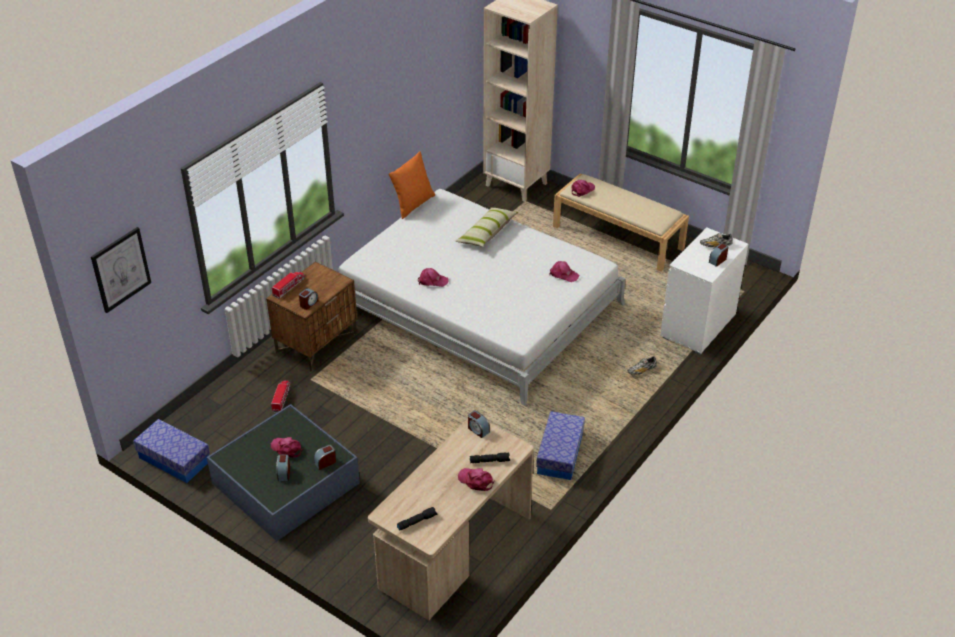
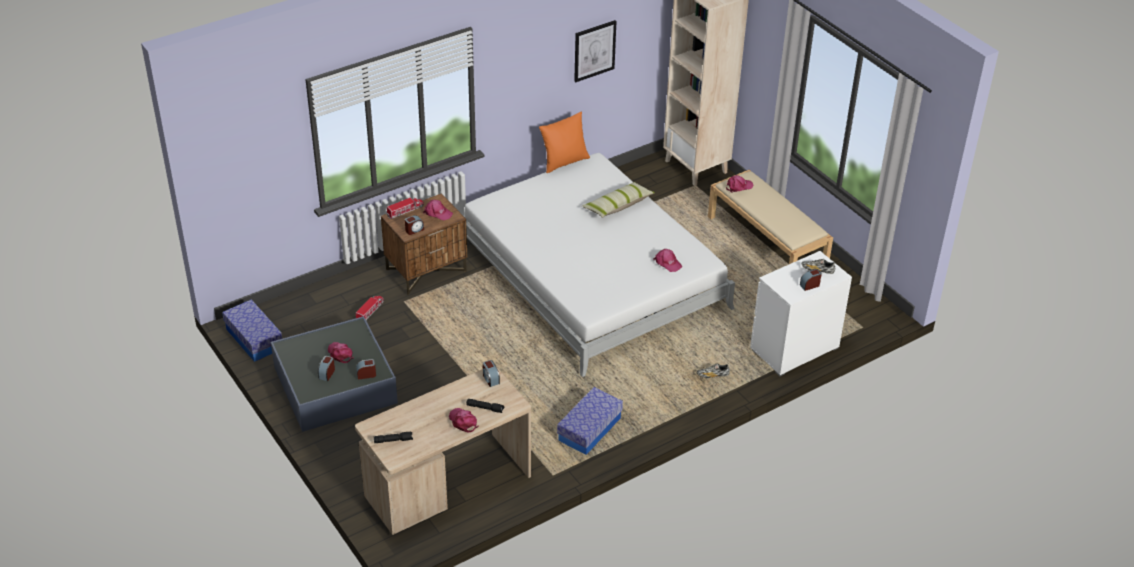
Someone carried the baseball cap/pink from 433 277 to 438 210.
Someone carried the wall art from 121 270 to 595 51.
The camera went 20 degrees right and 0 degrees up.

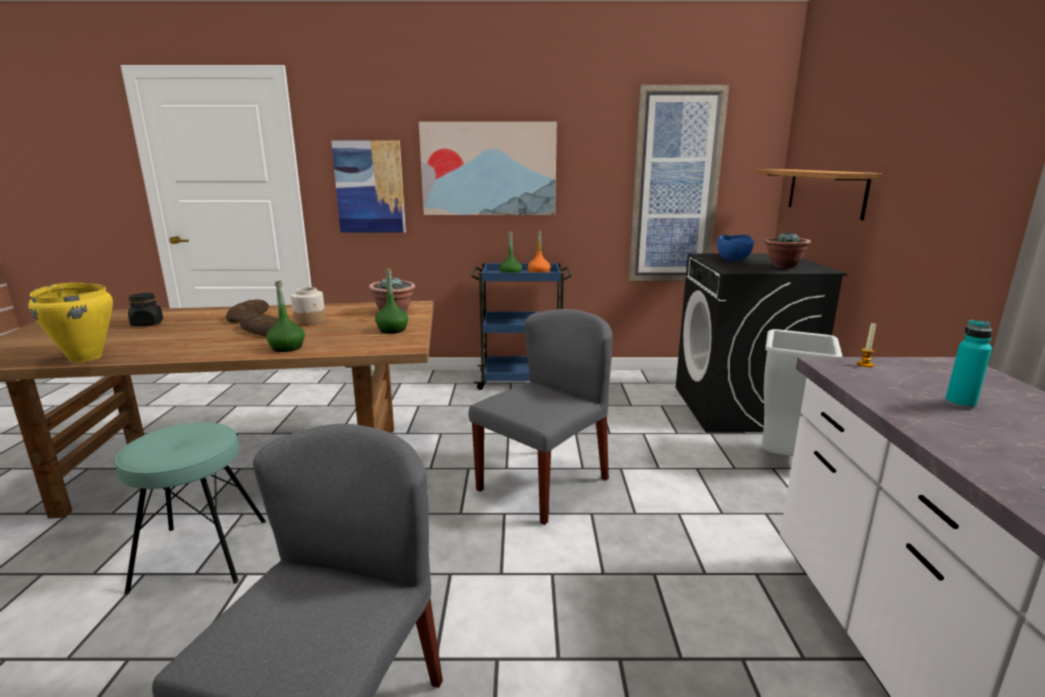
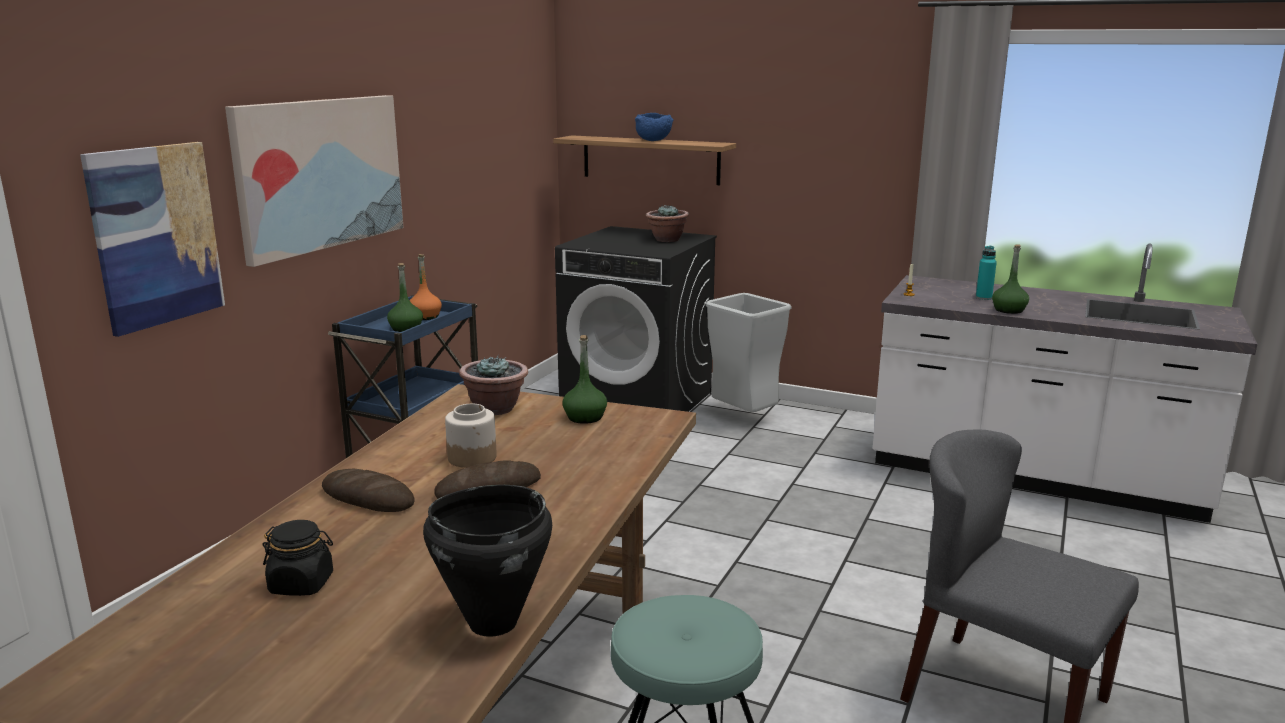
Someone repainted the stockpot/yellow-coloured at 70 322, which became the stockpot/black at 487 561.
Someone carried the deep dish/bluish from 735 247 to 654 127.
Someone carried the beverage bottle/greenish from 285 316 to 1010 279.
Someone took away the upright chair/grey at 541 417.
Someone took away the wall art at 678 183.
The camera went 65 degrees left and 0 degrees up.

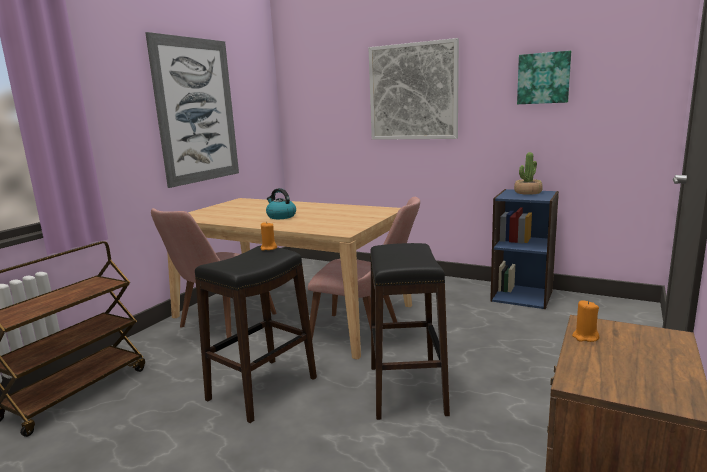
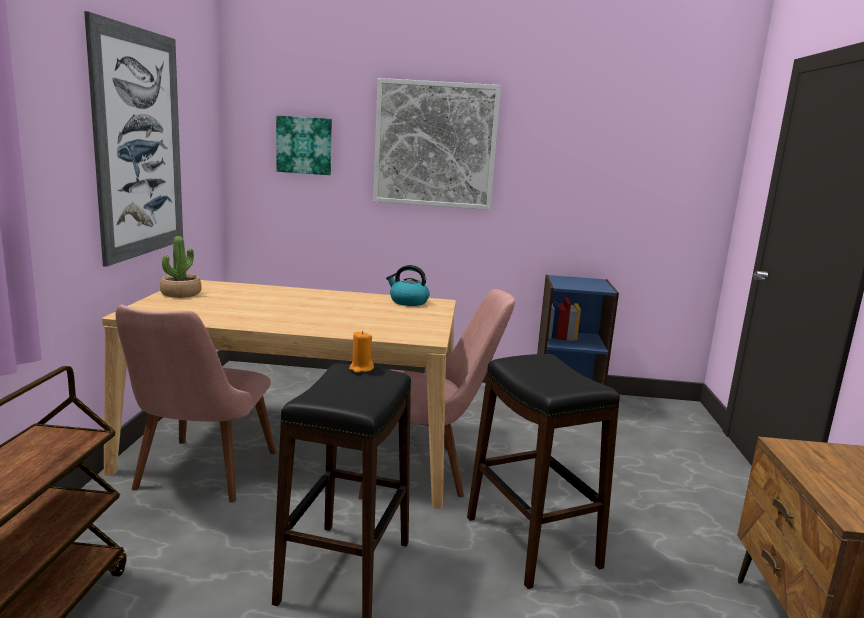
Someone carried the plant in a pot from 528 173 to 181 267.
Someone carried the wall art from 544 77 to 304 145.
Someone carried the water kettle from 281 203 to 408 285.
Someone took away the candle/orange-coloured at 585 321.
The camera went 25 degrees left and 0 degrees up.

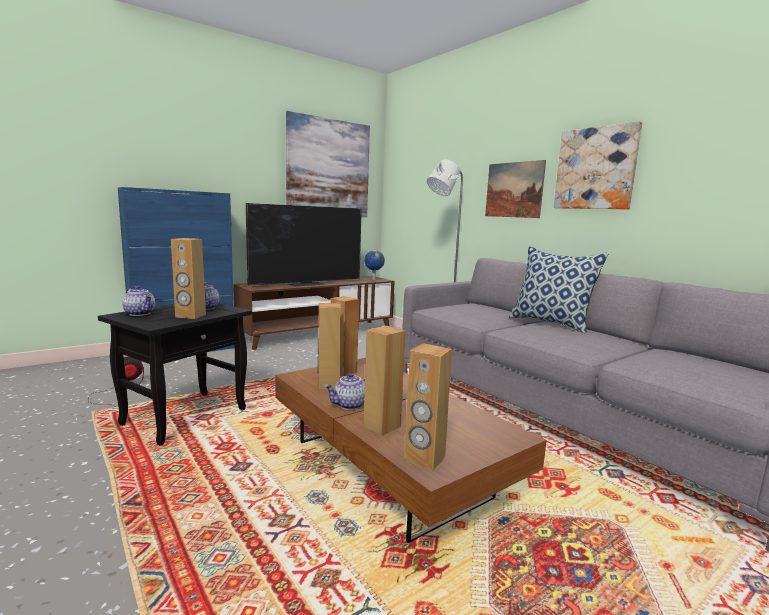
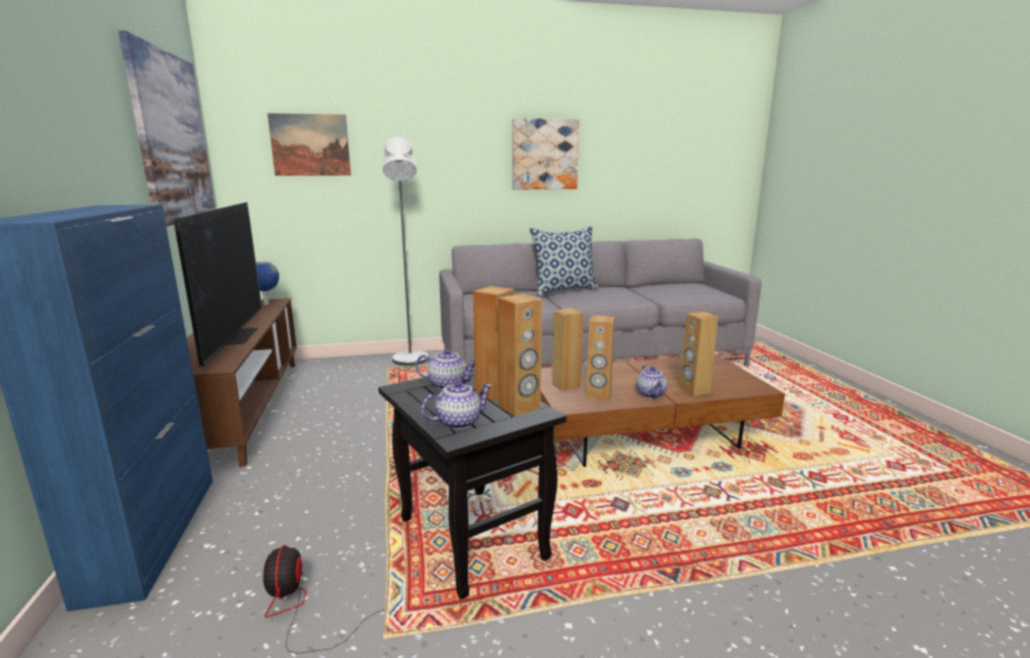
Someone carried the wall art from 515 189 to 309 144.
Someone carried the audio speaker/brown from 428 406 to 520 355.
The camera went 65 degrees left and 5 degrees up.

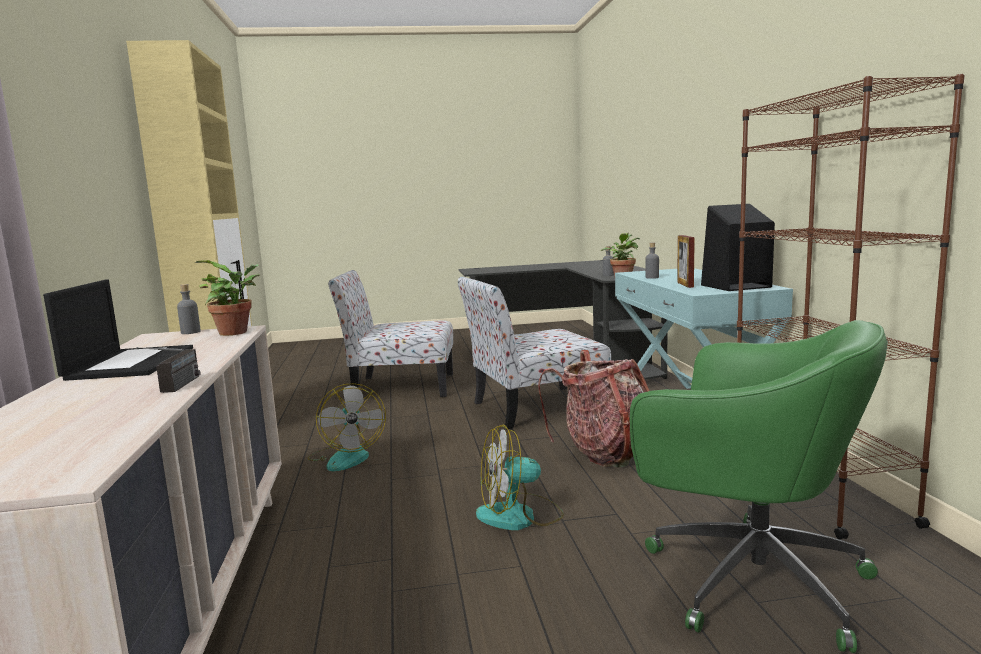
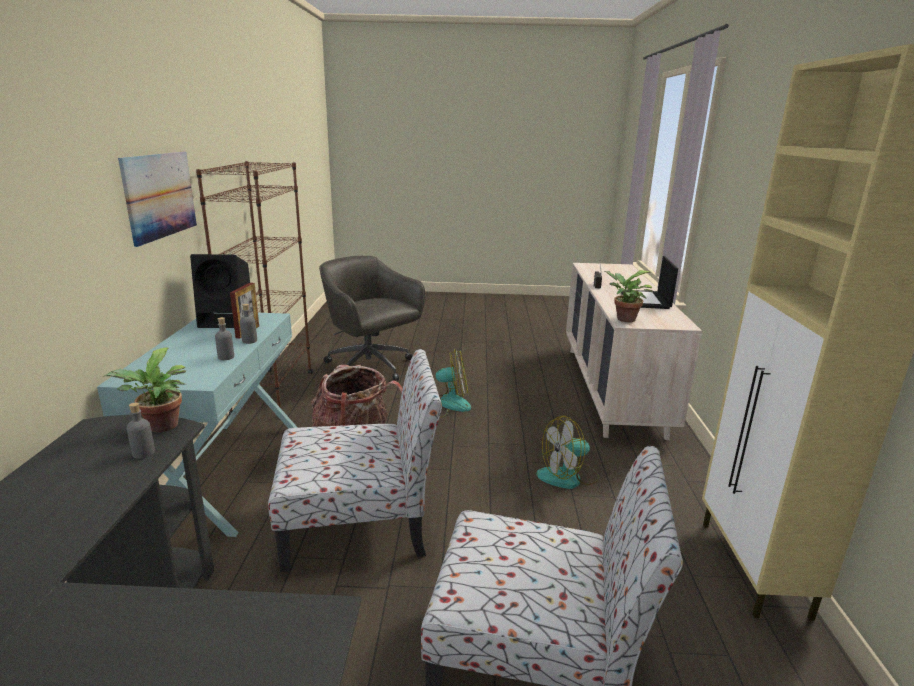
Someone put up the wall art at 157 199.
Someone carried the beverage bottle/grey from 189 309 to 248 324.
Someone repainted the office chair/greenish at 759 486, which became the office chair/grey at 372 318.
Someone rotated the electric fan at 346 427 by 105 degrees counterclockwise.
The camera went 170 degrees left and 10 degrees up.

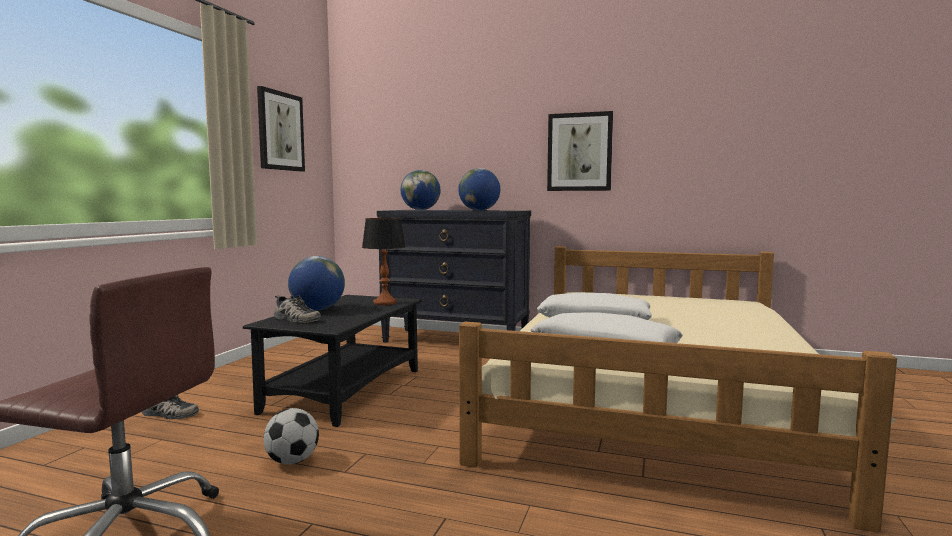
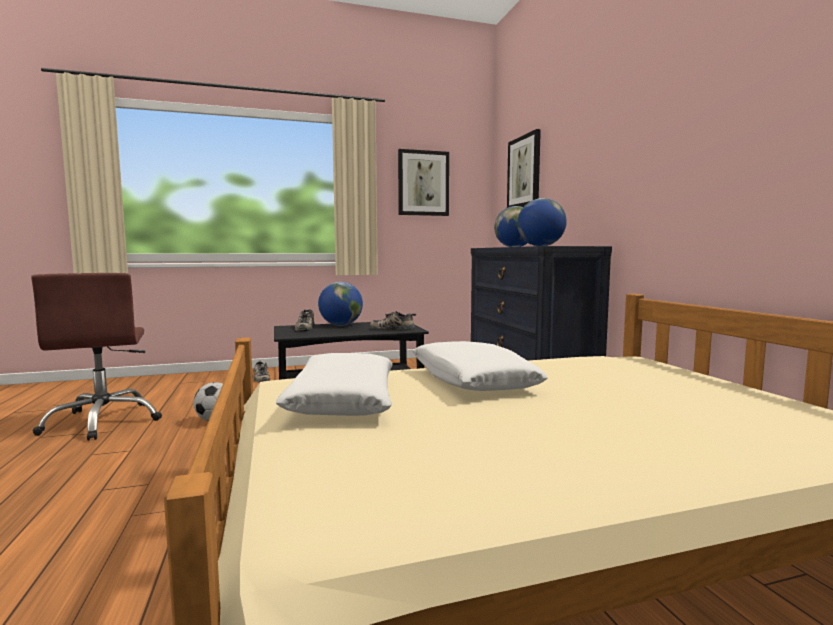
Someone swapped the tabletop lamp at 384 261 for the item of footwear at 393 321.
Someone carried the wall art from 580 151 to 524 168.
The camera went 55 degrees right and 0 degrees up.

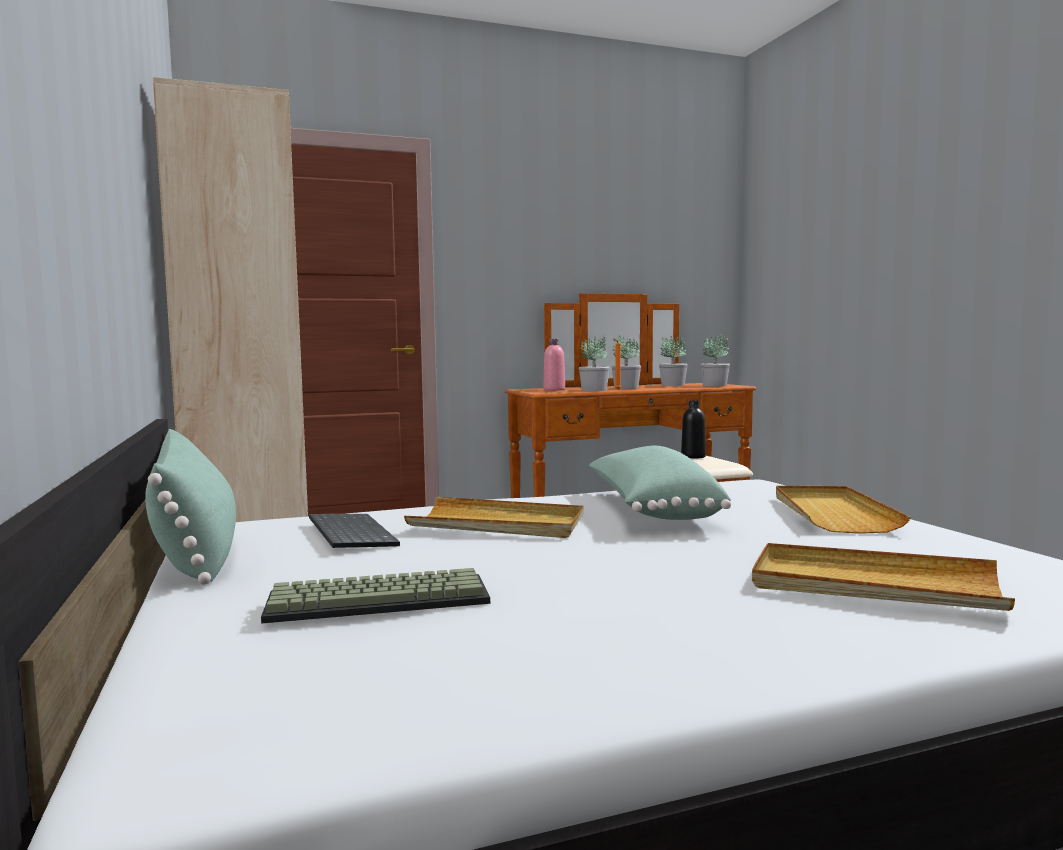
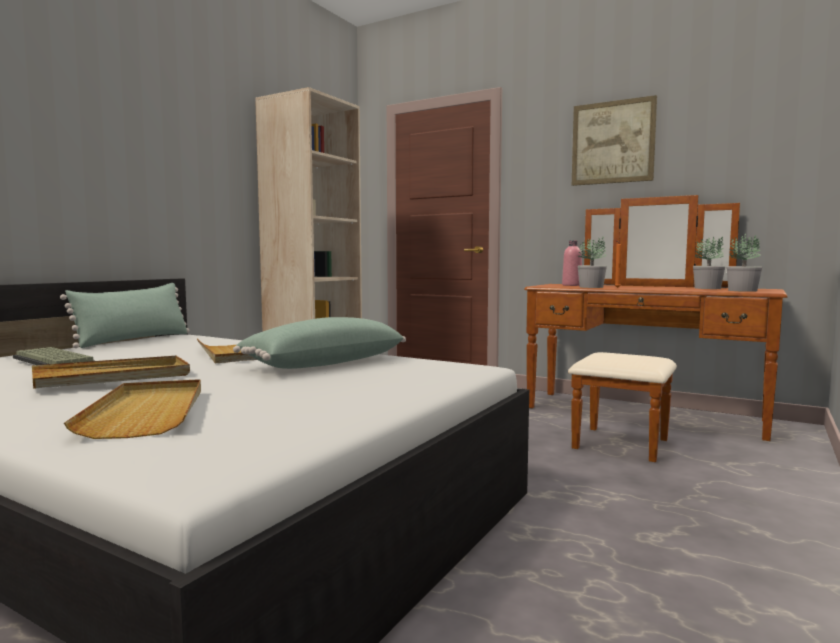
Someone carried the carrying tray/sand-coloured from 843 510 to 111 372.
Someone put up the wall art at 614 140.
Someone took away the computer keyboard at 354 531.
Someone took away the plant in a pot at 626 362.
Someone took away the beverage bottle/black at 693 430.
The camera went 50 degrees right and 0 degrees up.

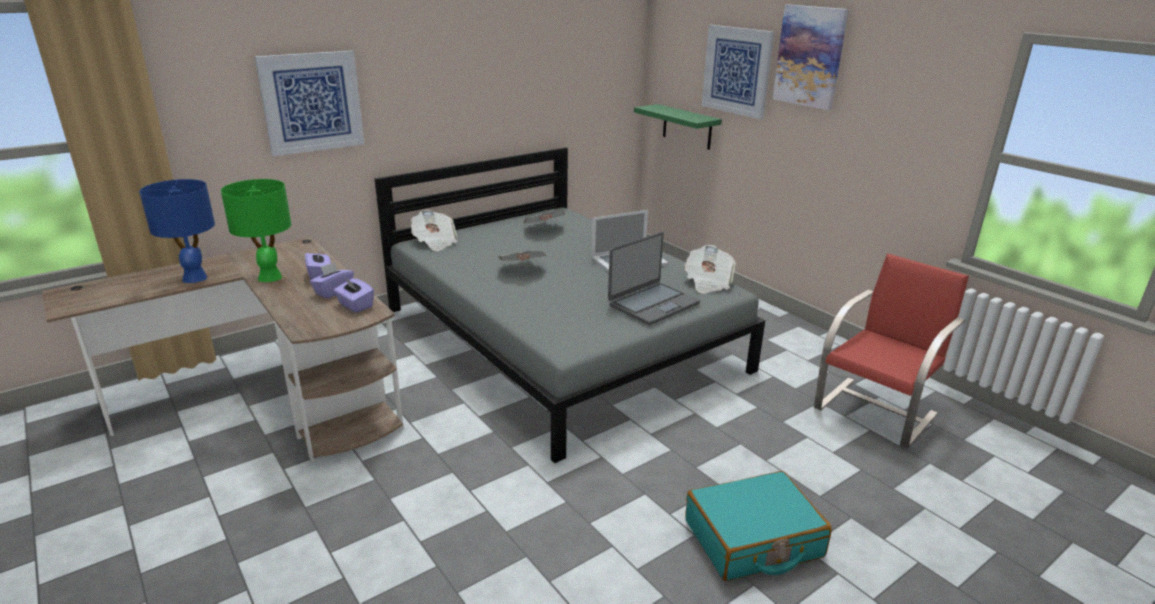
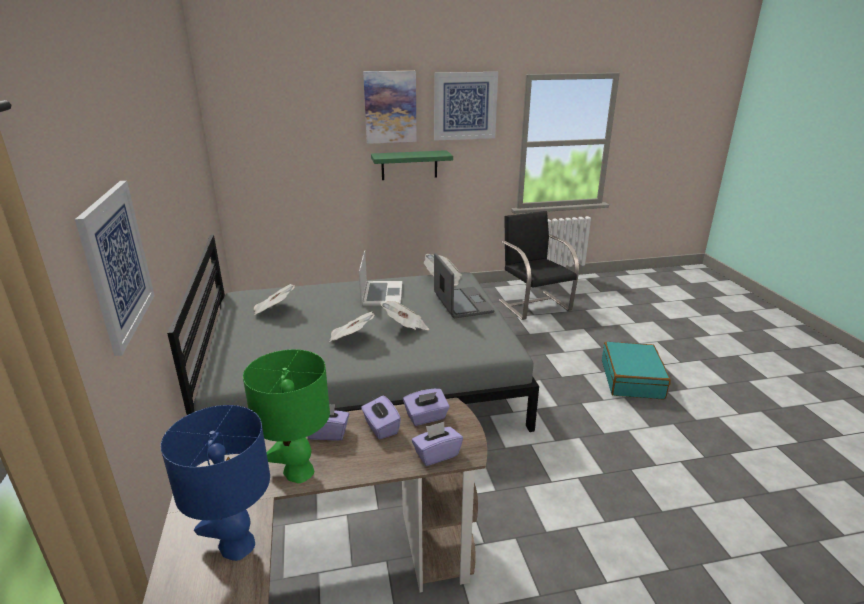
Someone carried the shelf/greenish from 678 127 to 412 165.
Someone carried the newspaper from 434 230 to 405 315.
Someone put down the tissue box/purple-coloured at 437 444.
Someone carried the wall art from 738 72 to 466 106.
Someone repainted the upright chair/red at 891 351, which became the upright chair/black at 539 265.
The camera went 65 degrees left and 0 degrees up.

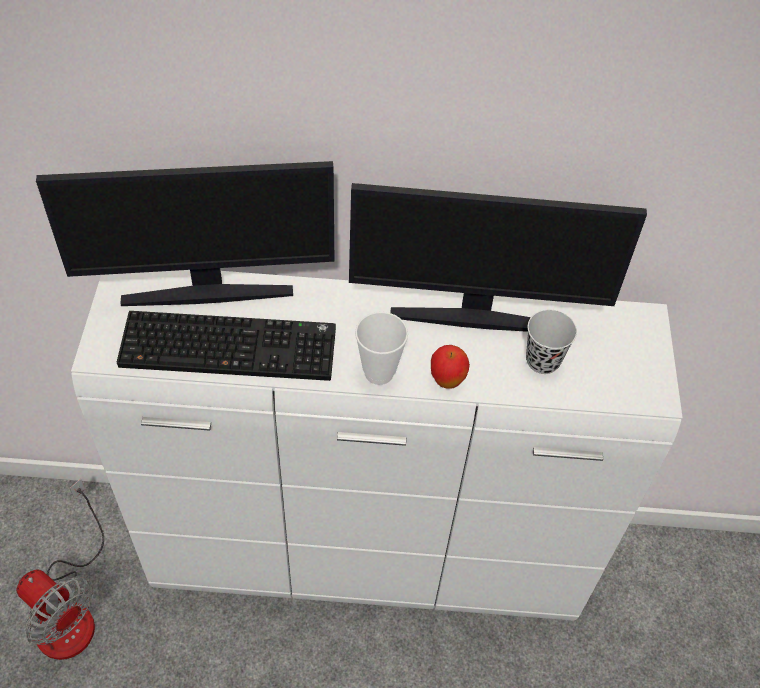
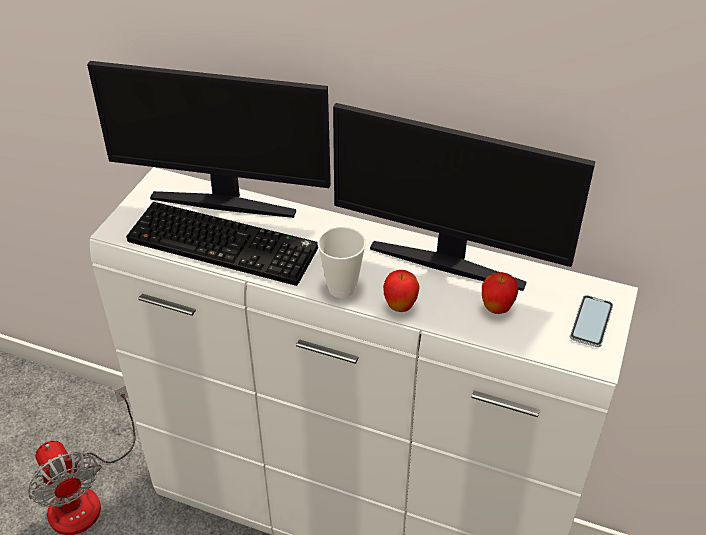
Someone swapped the small cup/black at 551 342 for the whole apple at 500 293.
Someone put down the telephone at 591 321.
The camera went 20 degrees right and 10 degrees down.

